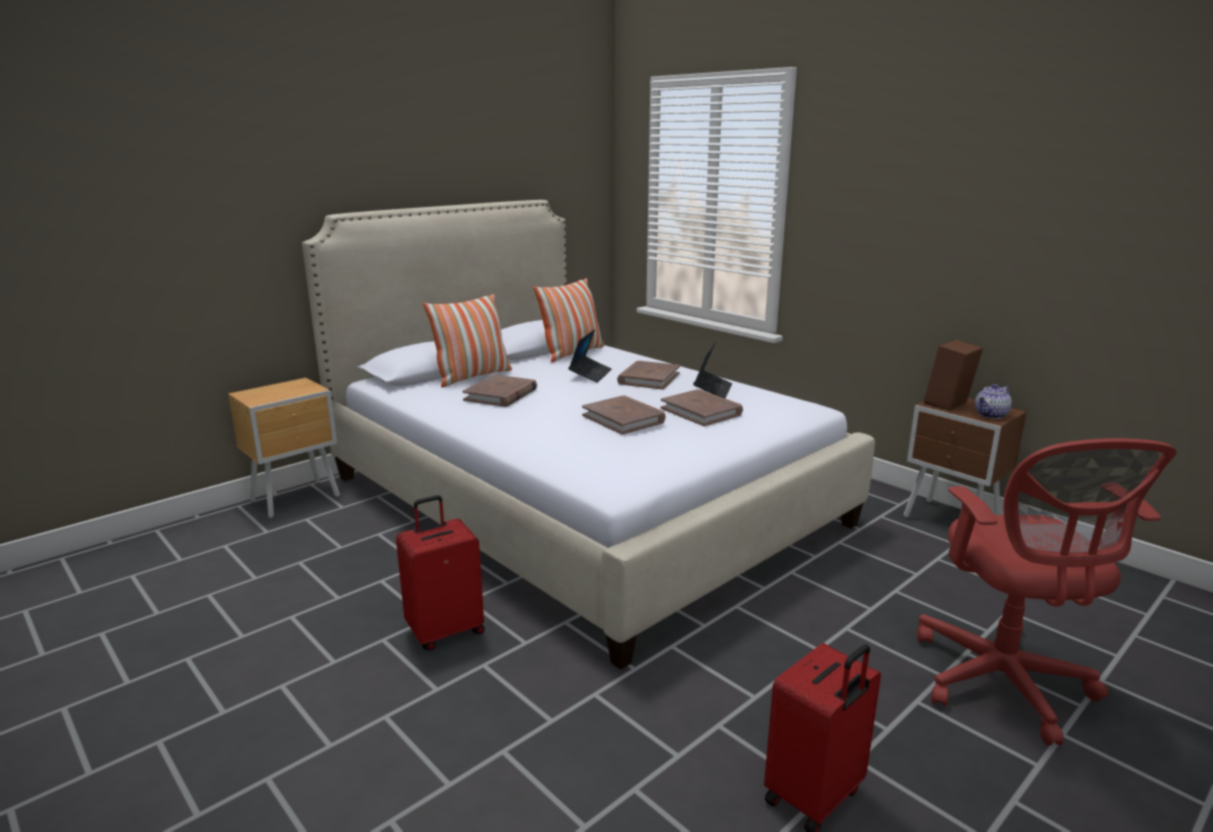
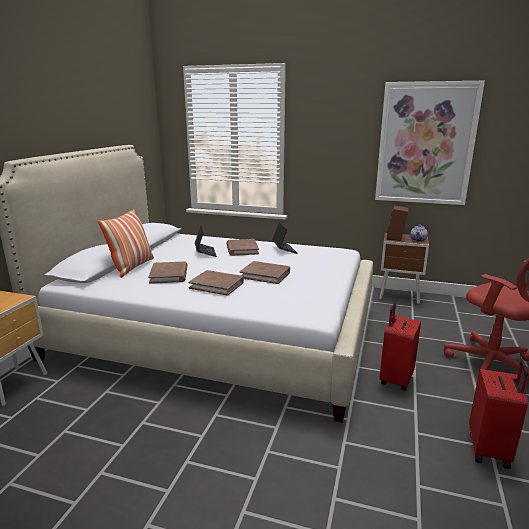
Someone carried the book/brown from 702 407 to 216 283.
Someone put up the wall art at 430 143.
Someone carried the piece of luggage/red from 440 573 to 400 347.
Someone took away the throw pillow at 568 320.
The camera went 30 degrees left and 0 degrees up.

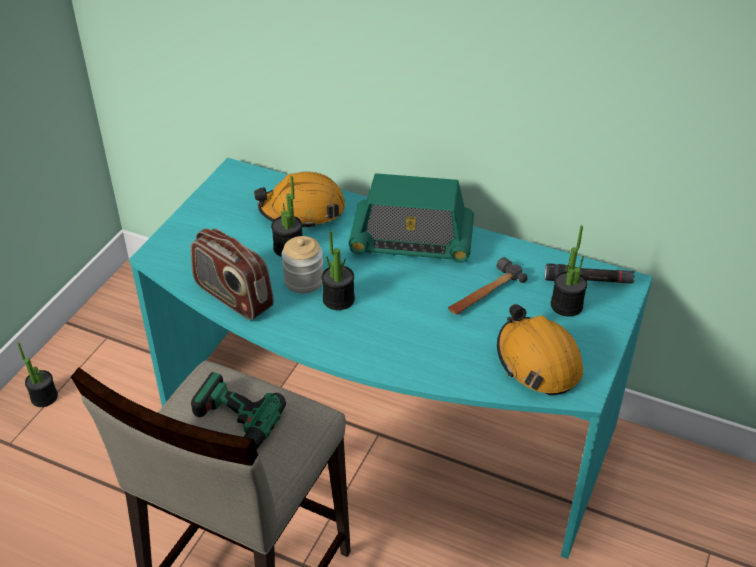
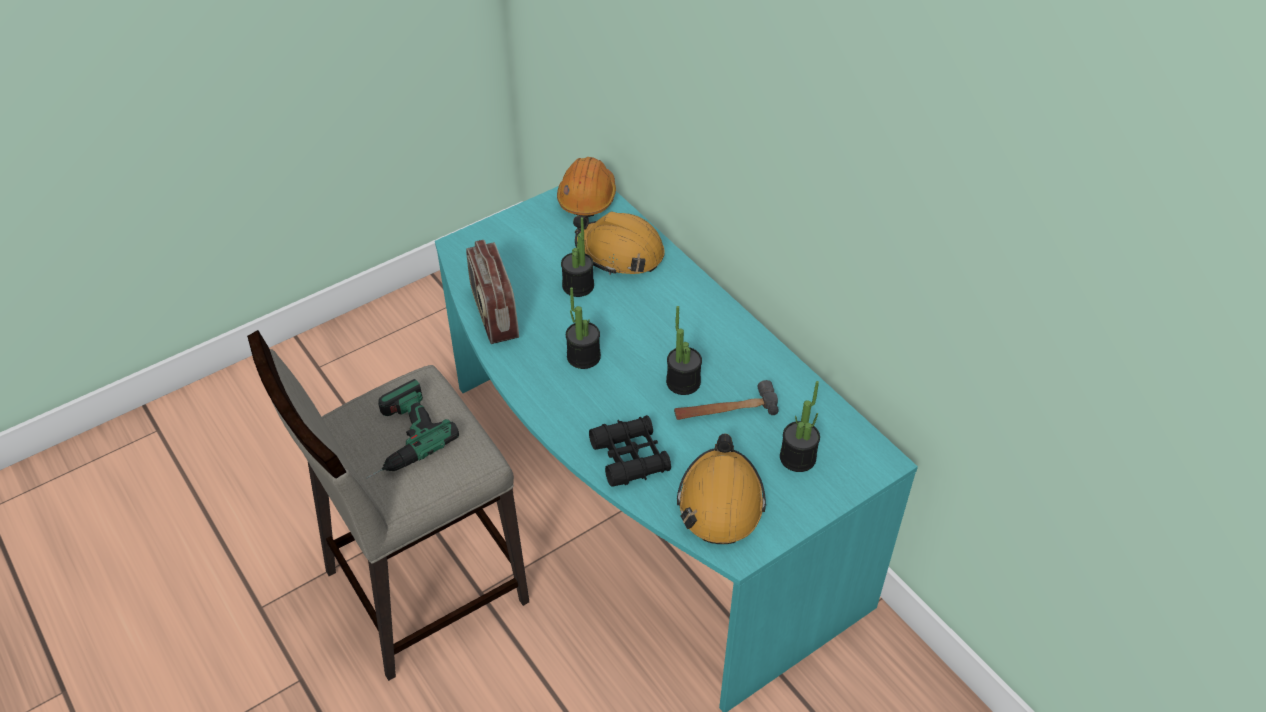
Someone put down the hard hat/orange-coloured at 586 187.
Someone put down the pair of binoculars/black at 630 451.
Someone carried the plant in a pot from 37 374 to 684 350.
Someone took away the jar at 302 264.
Someone took away the radio set at 411 218.
Someone took away the flashlight/black at 590 274.
The camera went 30 degrees right and 5 degrees up.

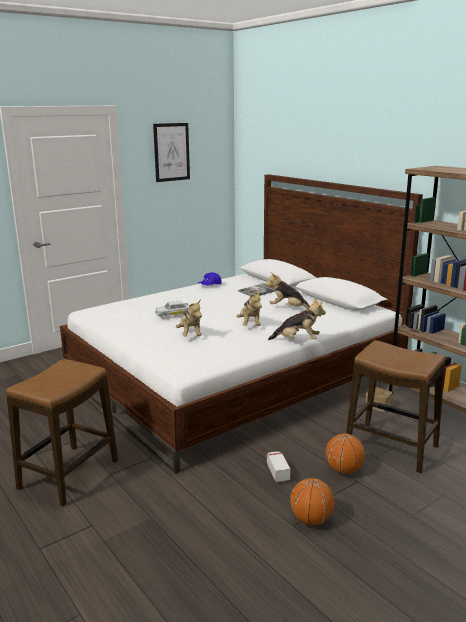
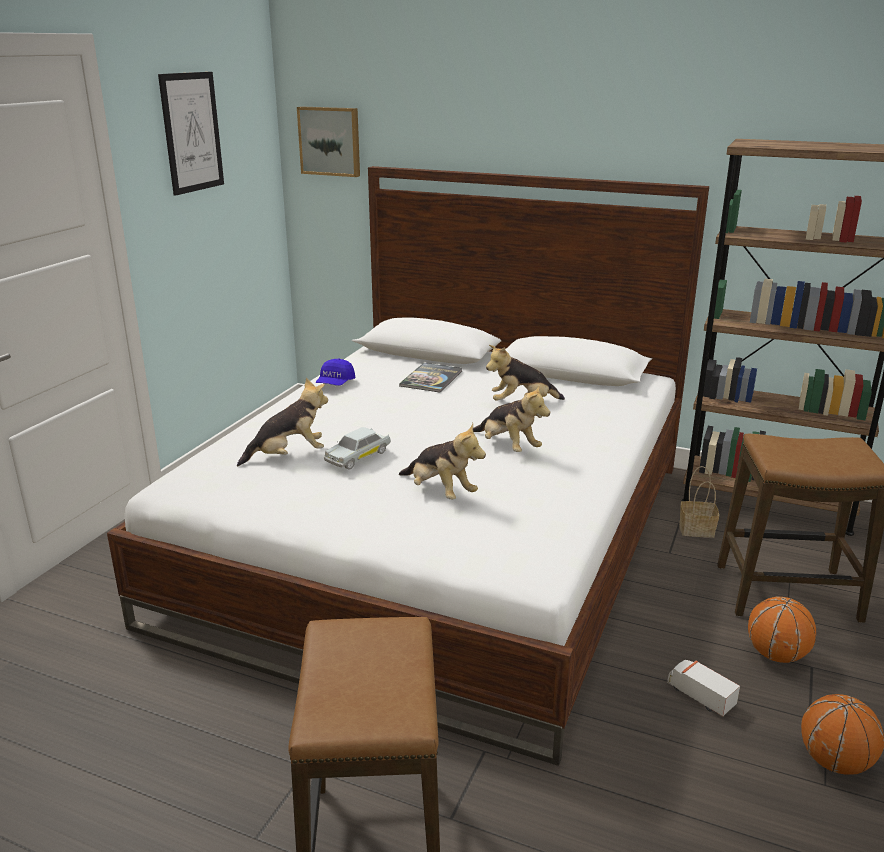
Someone carried the soft toy from 297 319 to 282 422.
Someone put up the wall art at 328 142.
The camera went 30 degrees left and 5 degrees up.

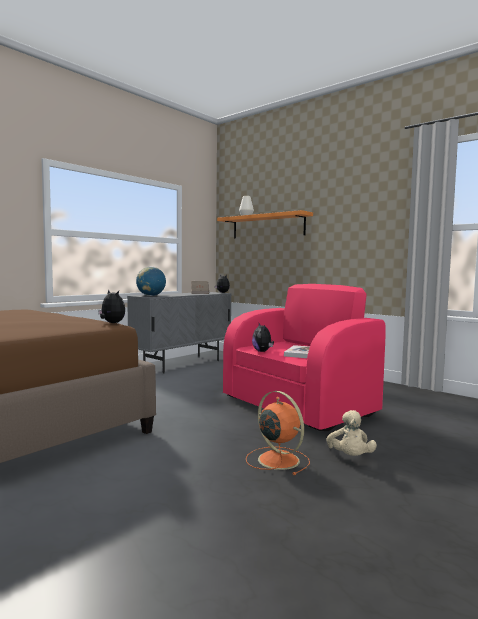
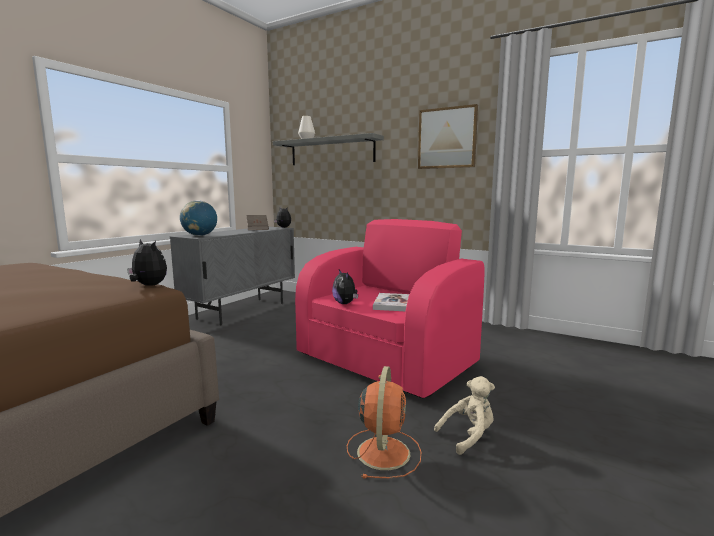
Someone repainted the shelf/orange-coloured at 265 224, which became the shelf/grey at 328 149.
Someone rotated the electric fan/orange-coloured at 278 433 by 60 degrees clockwise.
Someone put up the wall art at 448 136.
Someone rotated the soft toy/sand-coloured at 351 433 by 105 degrees counterclockwise.
The camera went 10 degrees left and 5 degrees up.

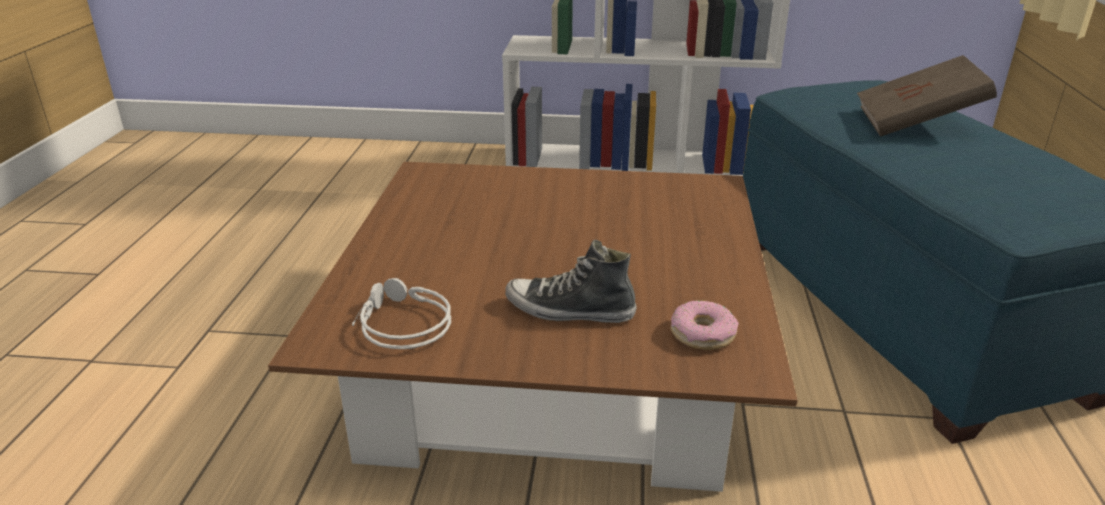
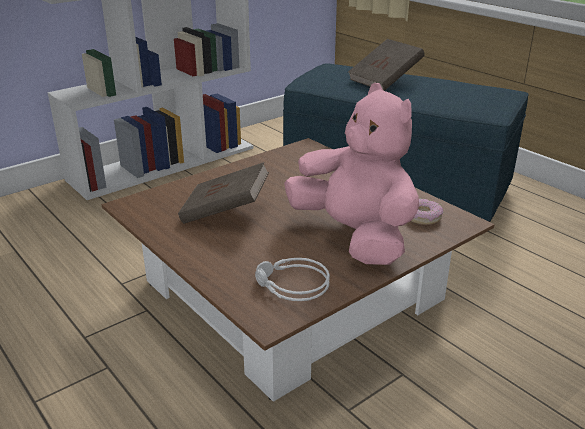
Someone put down the book/brown at 223 193.
Someone swapped the item of footwear at 570 281 for the soft toy/pink at 351 174.
The camera went 45 degrees left and 0 degrees up.

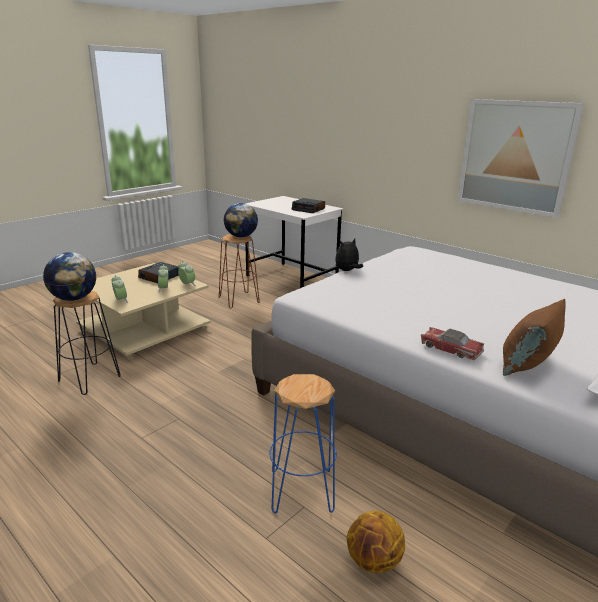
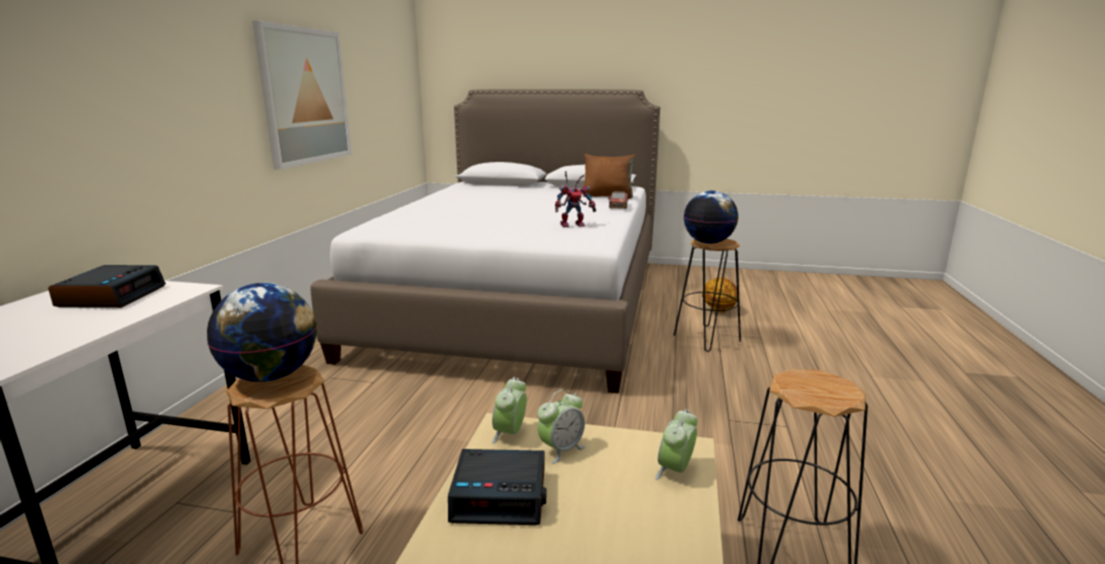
Someone put down the model robot at 575 199.
Someone repainted the stool seat/bluish at 303 443, which became the stool seat/black at 707 295.
Someone carried the desk globe from 69 276 to 711 217.
Someone took away the soft toy at 349 255.
The camera went 120 degrees left and 5 degrees down.

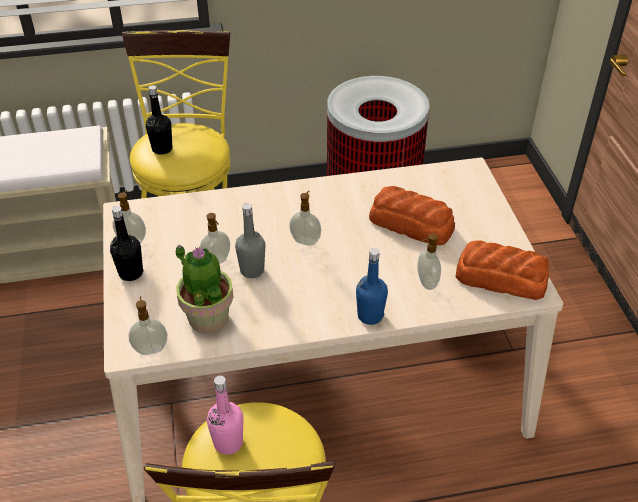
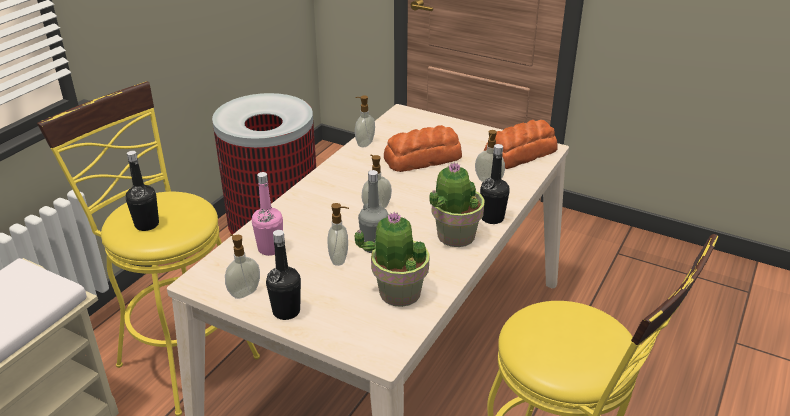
Someone carried the beverage bottle/pink from 225 415 to 267 214.
Someone carried the soap bottle from 148 325 to 365 121.
Someone put down the plant in a pot at 457 204.
Someone repainted the beverage bottle/bluish at 372 286, which became the beverage bottle/black at 494 184.
The camera went 50 degrees left and 10 degrees down.

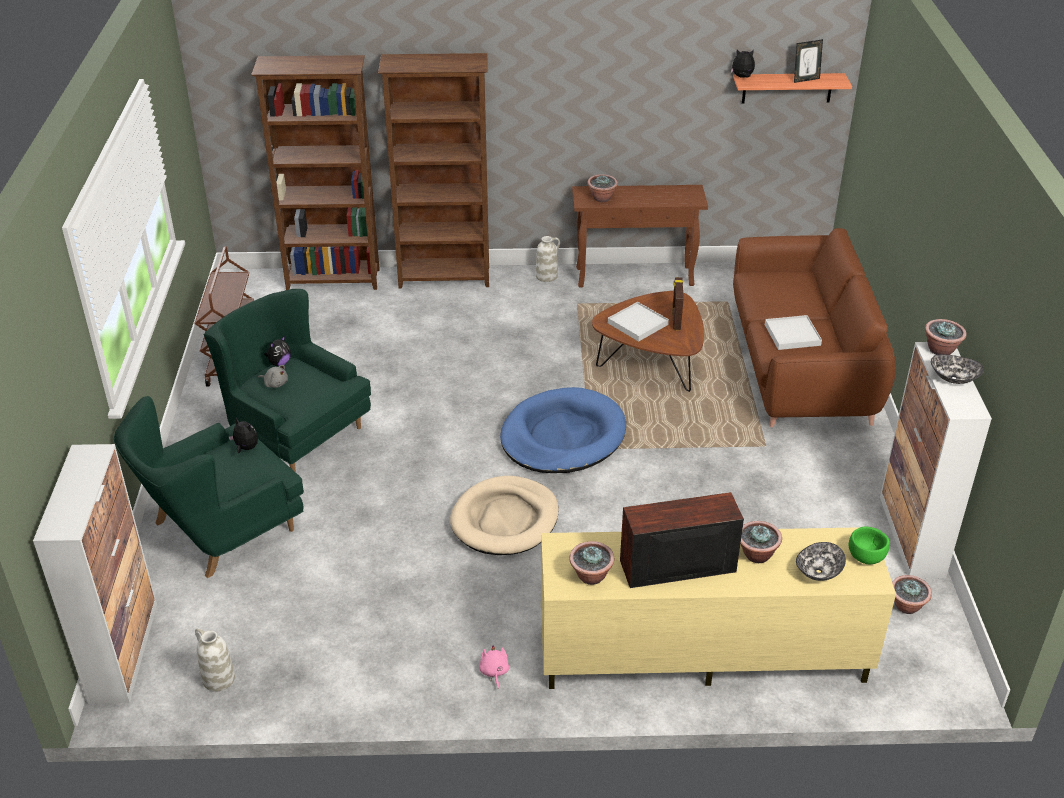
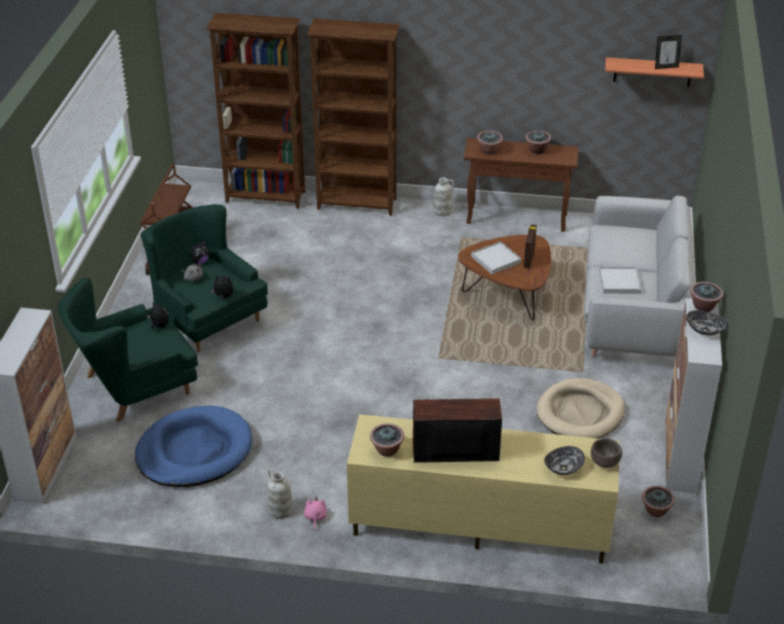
Someone carried the dog cushion/bluish from 563 430 to 193 446.
Someone carried the soft toy from 743 64 to 222 287.
Someone carried the flower vase/whitish from 215 659 to 280 494.
Someone carried the plant in a pot from 761 542 to 538 142.
Someone carried the dog cushion/sand-coloured from 504 515 to 580 408.
Someone repainted the sofa/brown at 814 327, which became the sofa/grey at 639 277.
Someone repainted the deep dish/greenish at 869 545, which became the deep dish/brown at 606 453.
The camera went 10 degrees right and 0 degrees up.

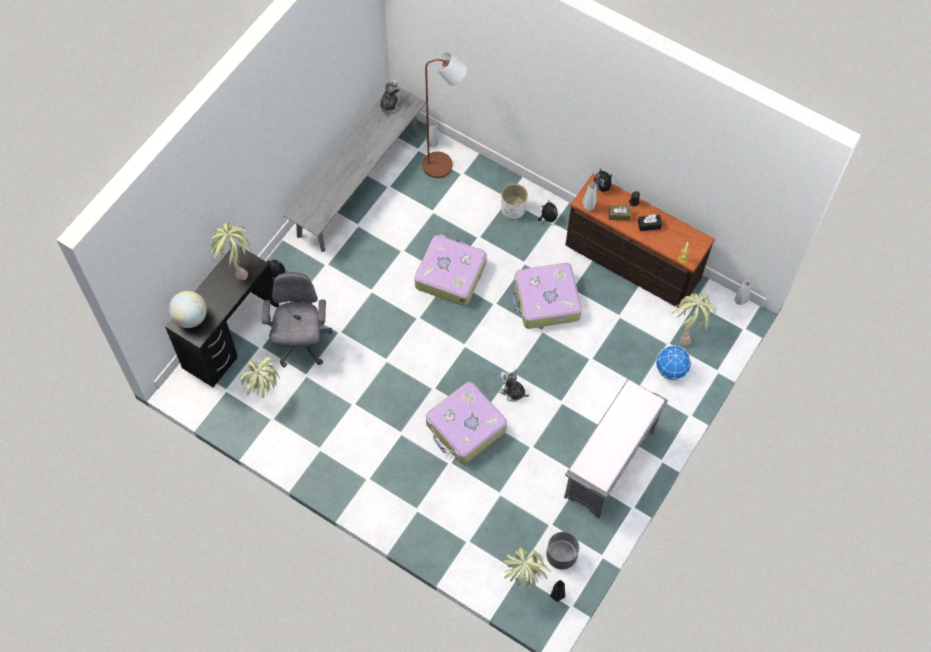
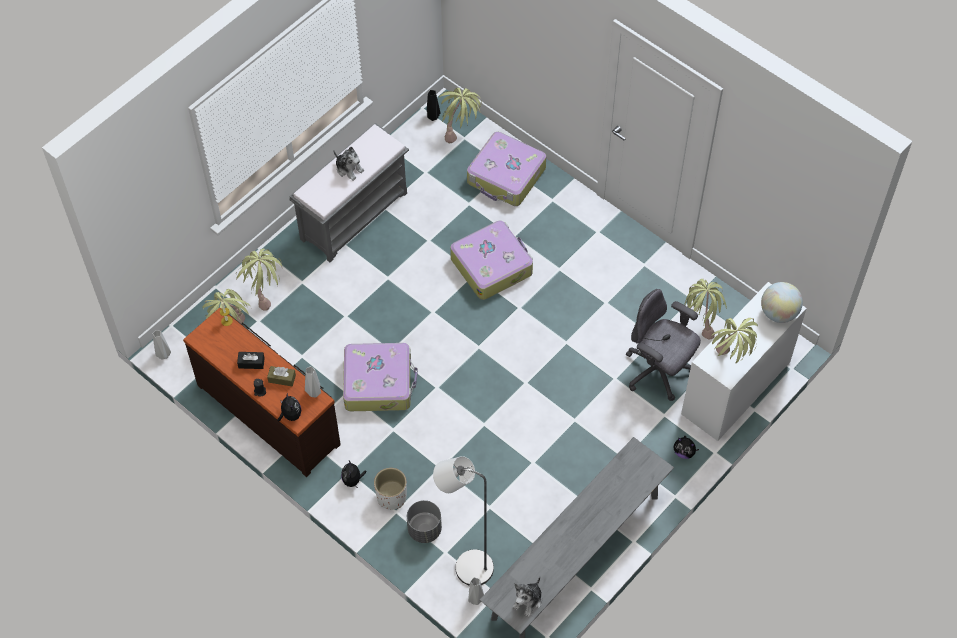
Someone swapped the desk globe at 673 363 for the plant in a pot at 259 280.
Someone carried the soft toy from 513 385 to 348 164.
Someone carried the plant pot/grey from 562 551 to 424 521.
Someone repainted the standing lamp/brown at 445 115, which became the standing lamp/grey at 463 521.
Someone carried the piece of luggage from 450 270 to 506 169.
Someone rotated the office chair/grey at 297 320 by 120 degrees clockwise.
Someone repainted the desk table/black at 222 316, which became the desk table/whitish at 744 361.
The camera went 170 degrees left and 5 degrees down.

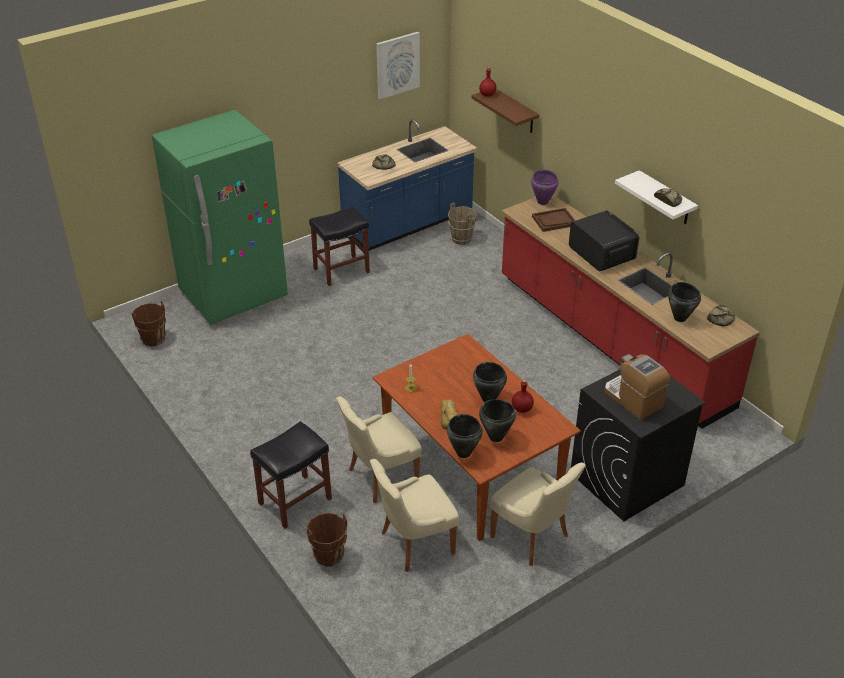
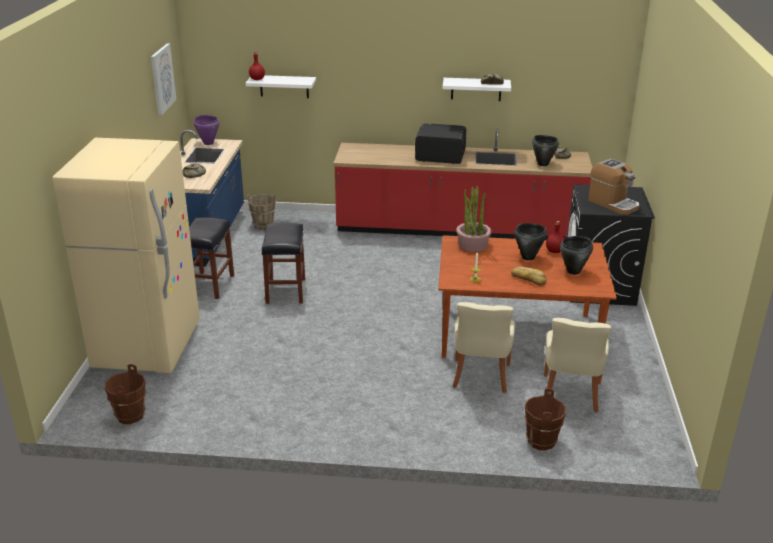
Someone repainted the kitchen fridge/greenish at 220 217, which became the kitchen fridge/sand-coloured at 126 256.
Someone carried the stockpot/purple-coloured from 544 187 to 206 130.
Someone repainted the shelf/brown at 505 111, which became the shelf/whitish at 281 86.
Someone carried the stool seat/black from 291 475 to 283 263.
Someone put down the plant in a pot at 474 219.
Someone rotated the coffee machine at 637 387 by 135 degrees counterclockwise.
Someone took away the stockpot/black at 465 436.
Someone took away the upright chair/sand-coloured at 538 514.
Someone took away the carrying tray/brown at 553 220.
The camera went 50 degrees left and 10 degrees down.

